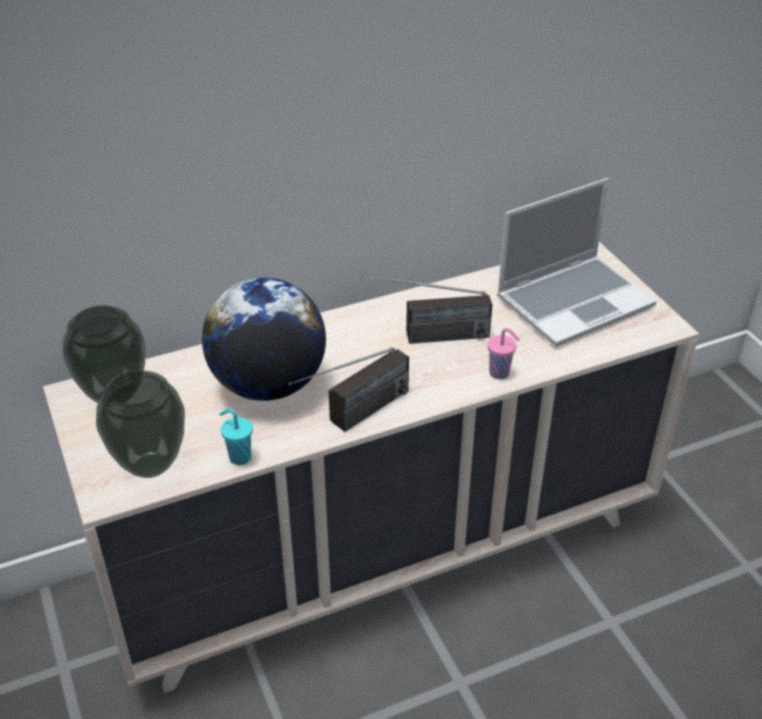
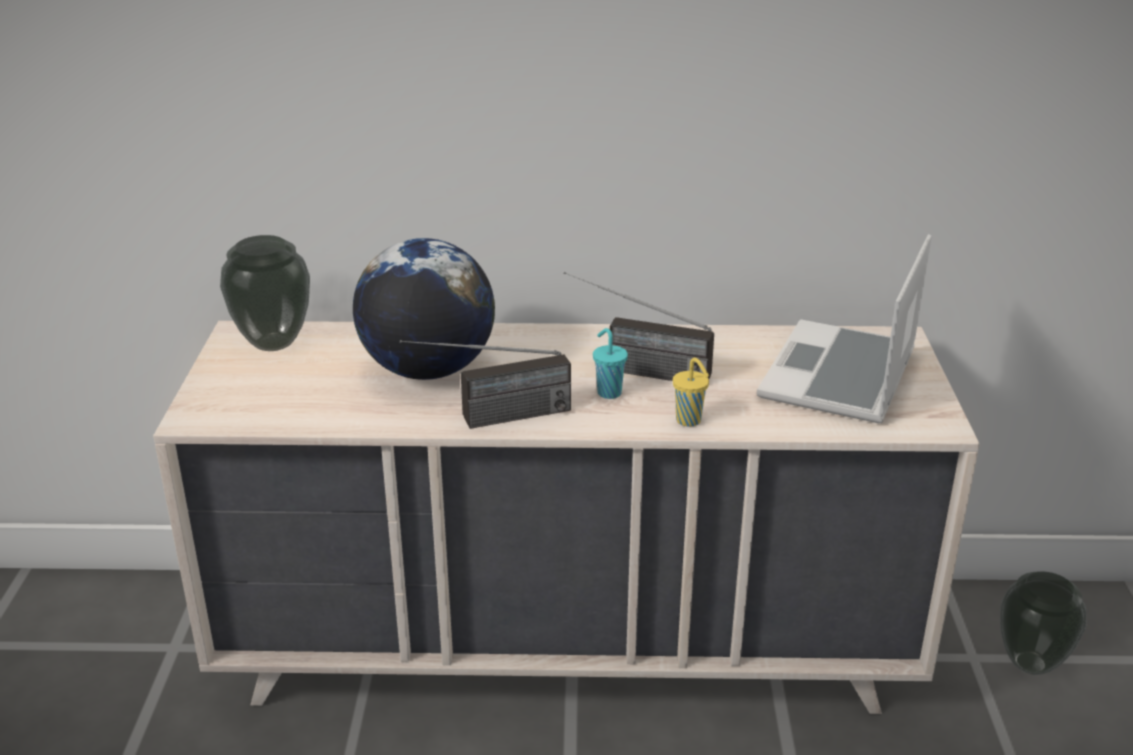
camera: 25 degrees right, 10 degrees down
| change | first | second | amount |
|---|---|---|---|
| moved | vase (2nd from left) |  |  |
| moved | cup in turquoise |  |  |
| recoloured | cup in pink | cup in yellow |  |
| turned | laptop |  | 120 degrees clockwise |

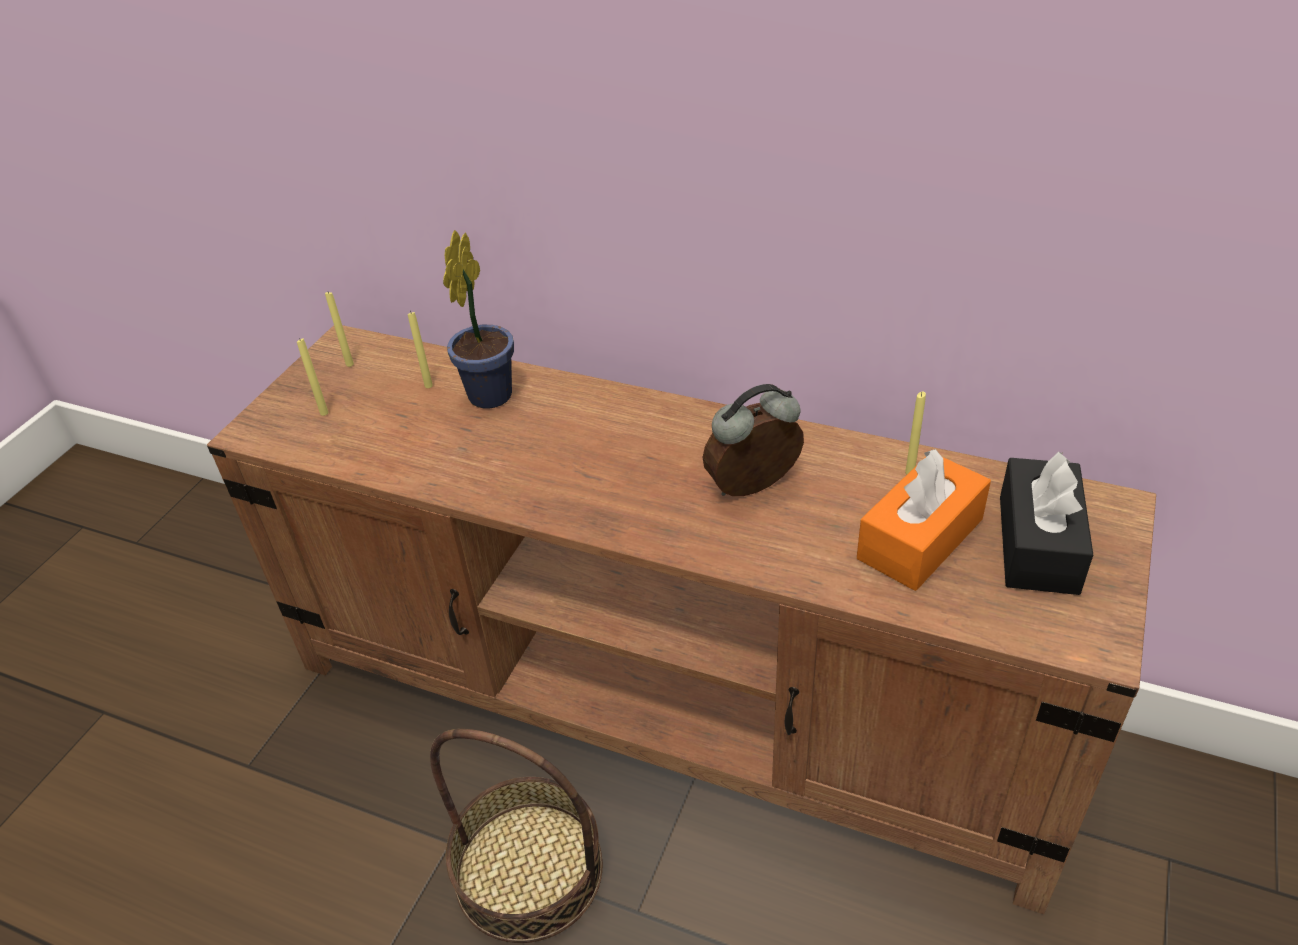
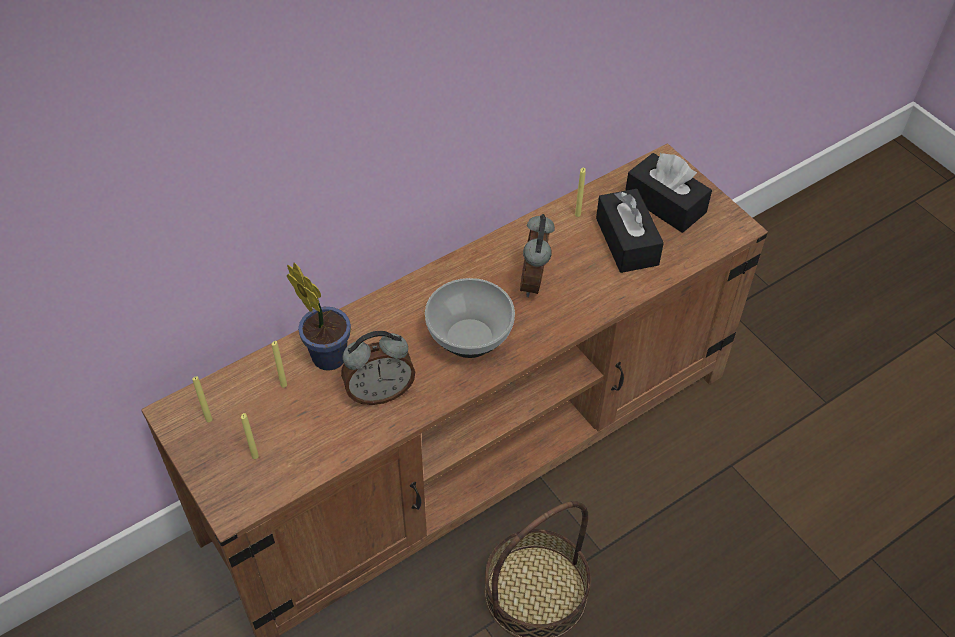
camera: 60 degrees left, 10 degrees up
| change | first | second | amount |
|---|---|---|---|
| recoloured | tissue box in orange | tissue box in black (1st from left) |  |
| added |  | alarm clock (1st from left) |  |
| added |  | bowl |  |

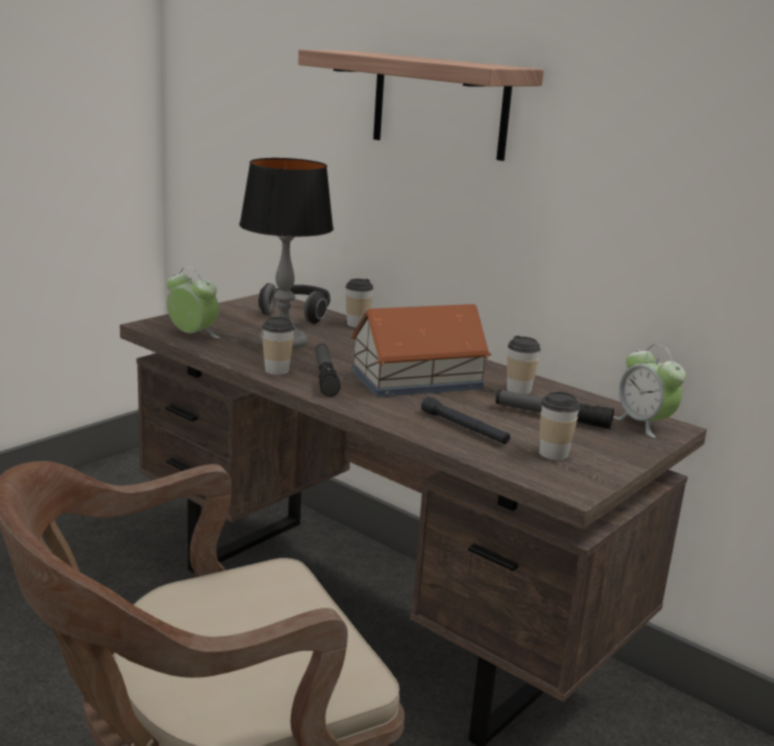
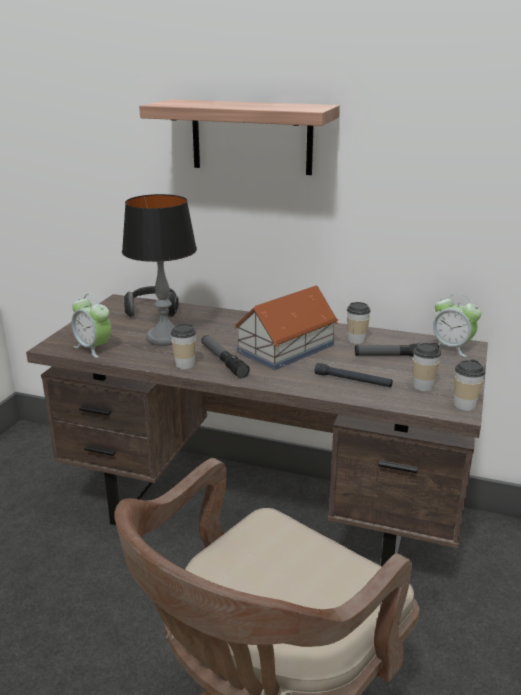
camera: 20 degrees left, 5 degrees up
| change | first | second | amount |
|---|---|---|---|
| turned | alarm clock (1st from left) |  | 150 degrees counterclockwise |
| moved | cup (2nd from left in the first image) | cup (4th from left) |  |

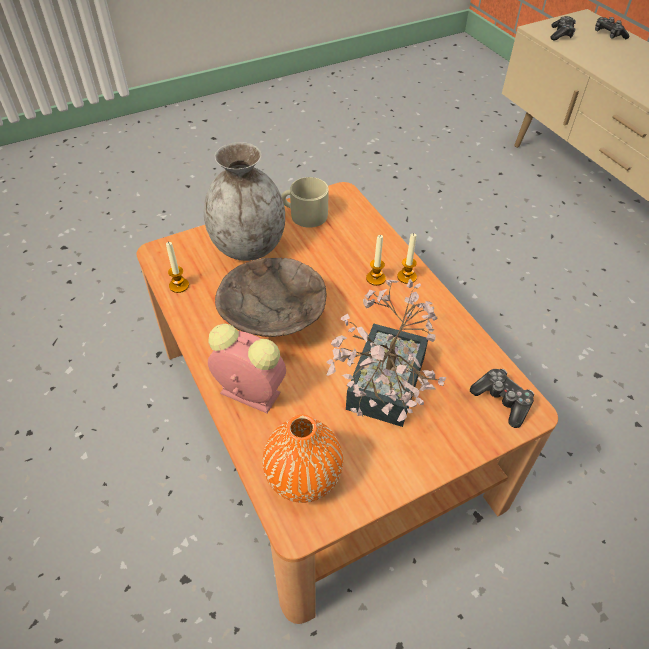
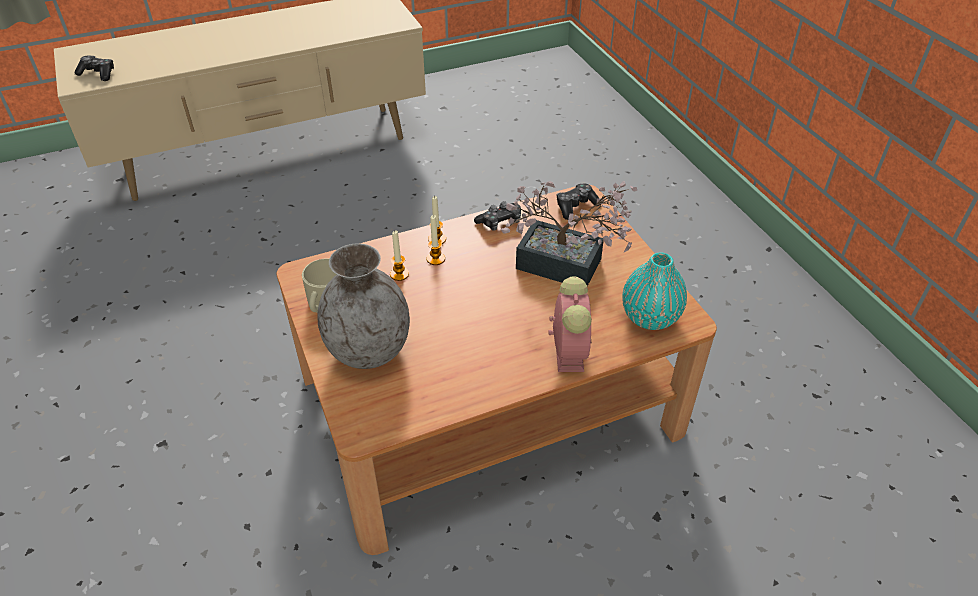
camera: 85 degrees left, 5 degrees down
| change | first | second | amount |
|---|---|---|---|
| moved | candle (1st from left) |  |  |
| turned | alarm clock |  | 150 degrees clockwise |
| removed | bowl in brown |  |  |
| recoloured | vase in orange | vase in turquoise |  |
| moved | game controller (3rd from left in the first image) | game controller (2nd from left) |  |

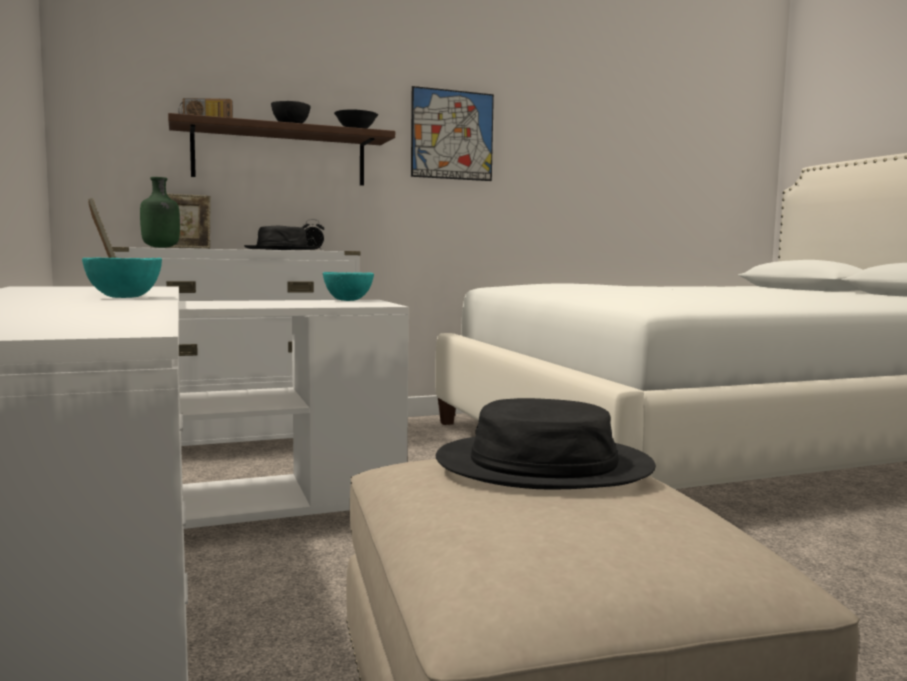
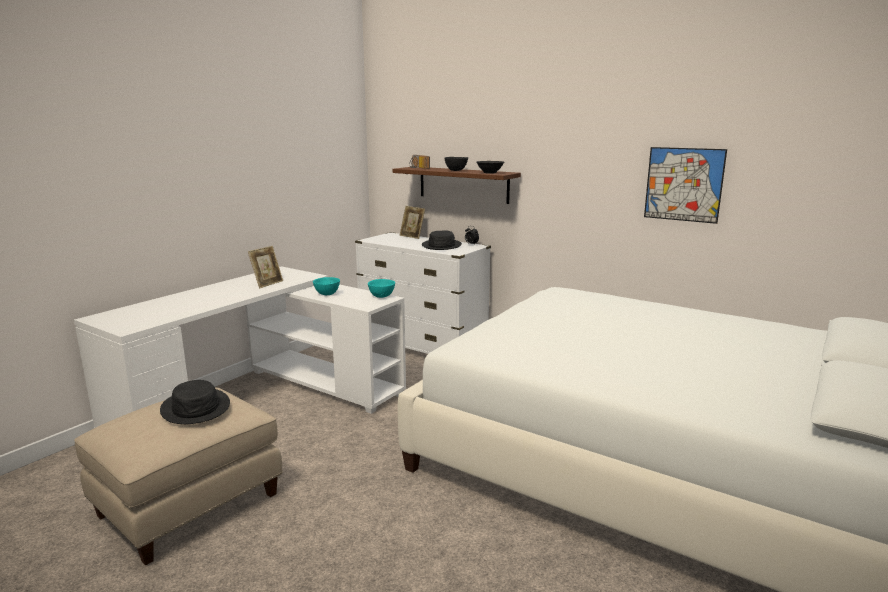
camera: 55 degrees right, 10 degrees up
| change | first | second | amount |
|---|---|---|---|
| moved | bowl in turquoise (1st from left) |  |  |
| removed | bottle in green |  |  |
| moved | picture |  |  |

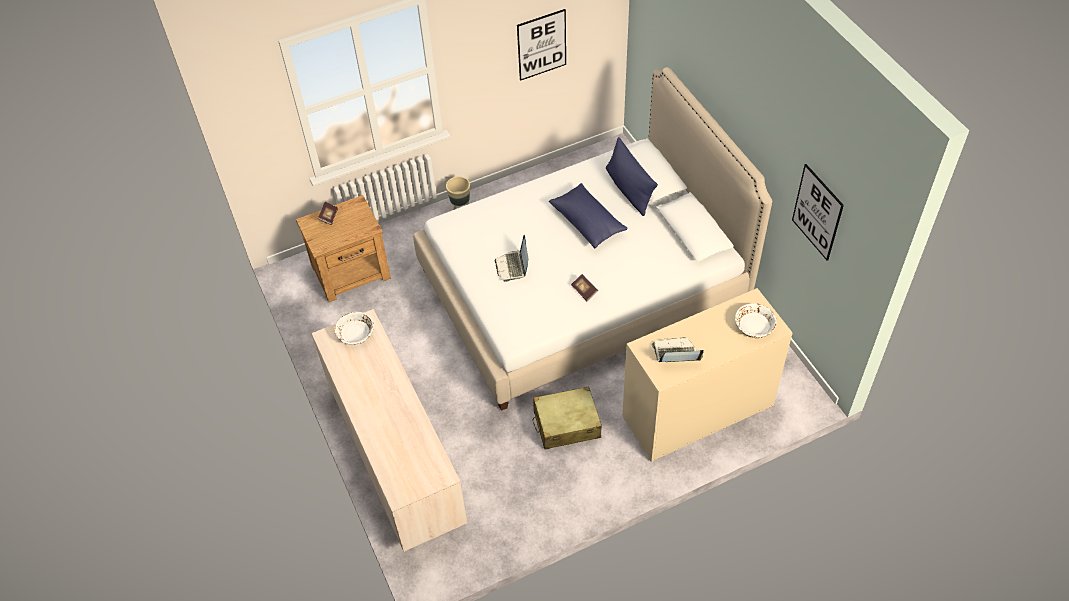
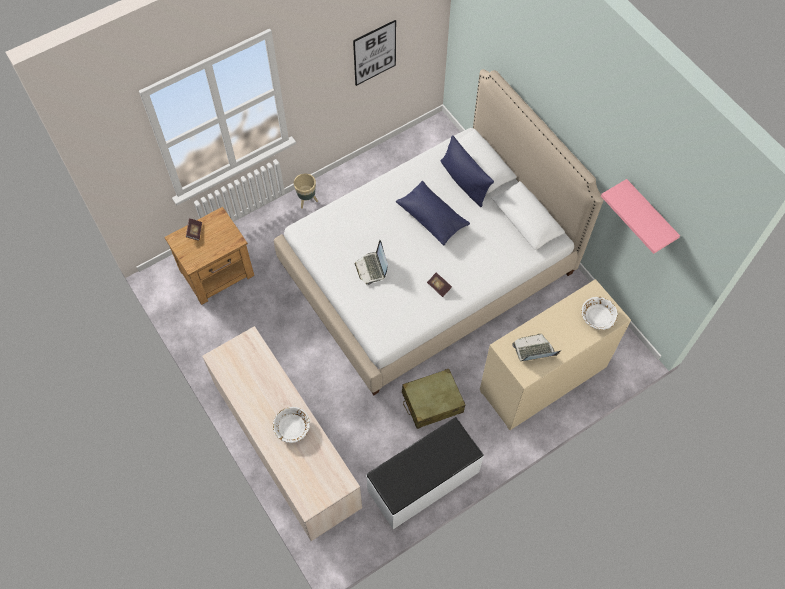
camera: 10 degrees left, 10 degrees up
| change | first | second | amount |
|---|---|---|---|
| moved | bowl in white (1st from left) |  |  |
| replaced | picture (2nd from left) | shelf in pink |  |
| added |  | bench in white |  |

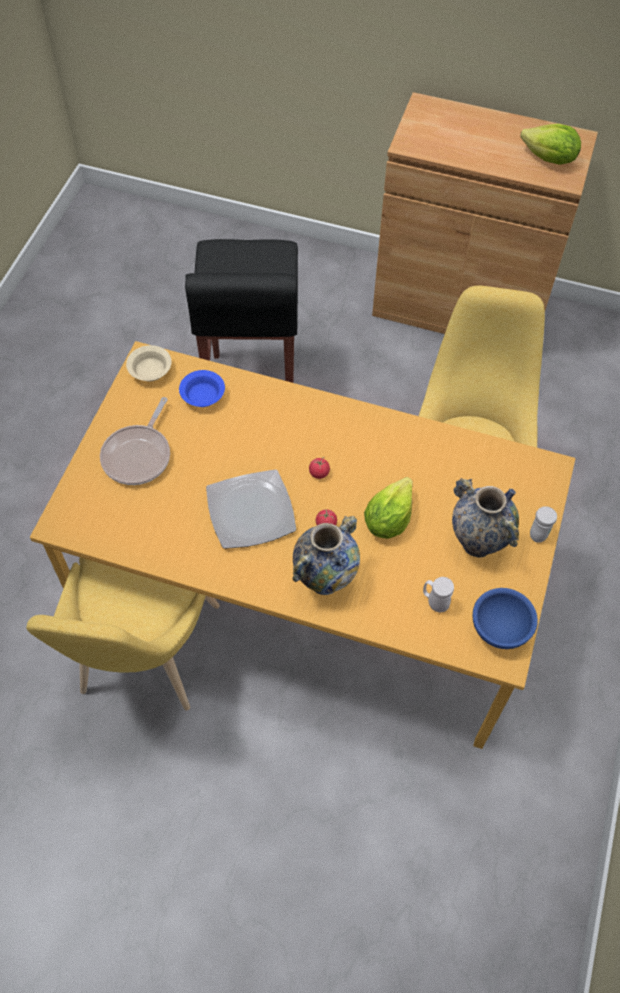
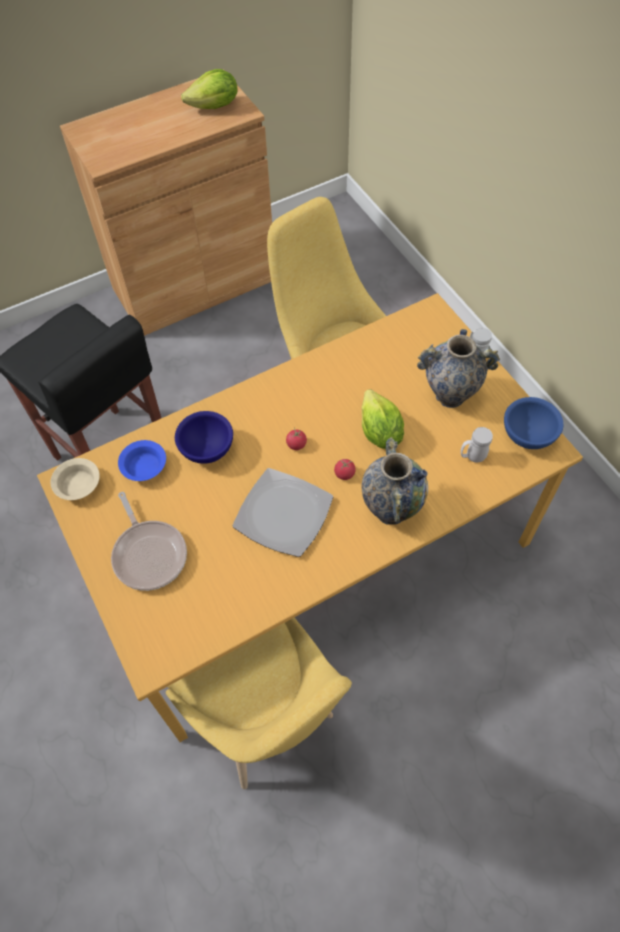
camera: 45 degrees left, 0 degrees up
| change | first | second | amount |
|---|---|---|---|
| added |  | bowl in blue (2nd from left) |  |

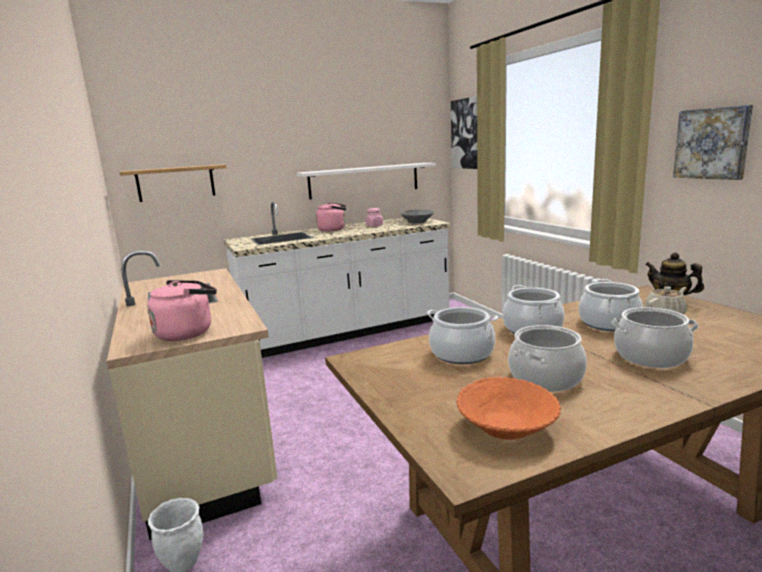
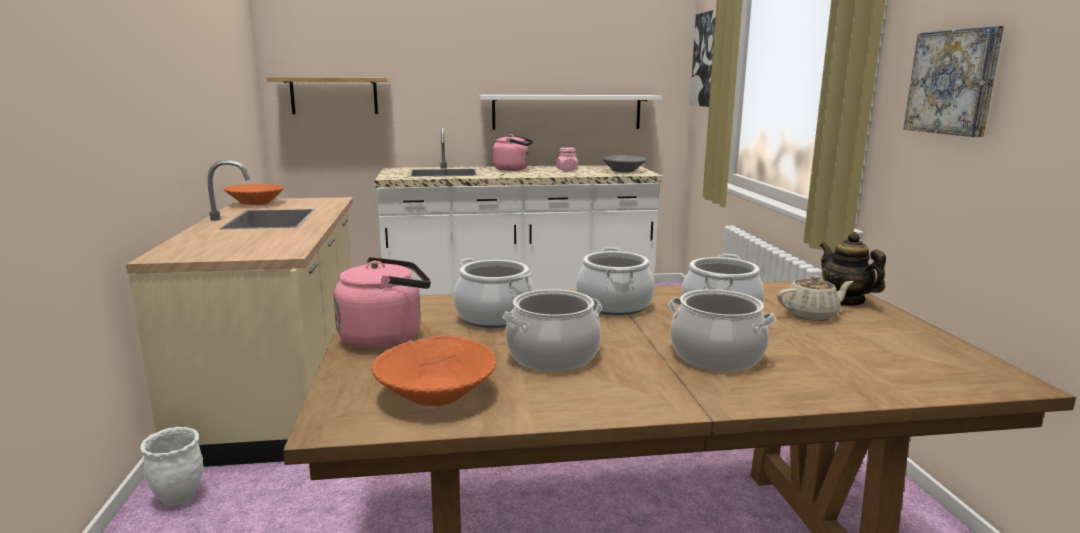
camera: 15 degrees right, 0 degrees up
| change | first | second | amount |
|---|---|---|---|
| moved | kettle in pink (1st from left) |  |  |
| added |  | bowl in orange (1st from left) |  |

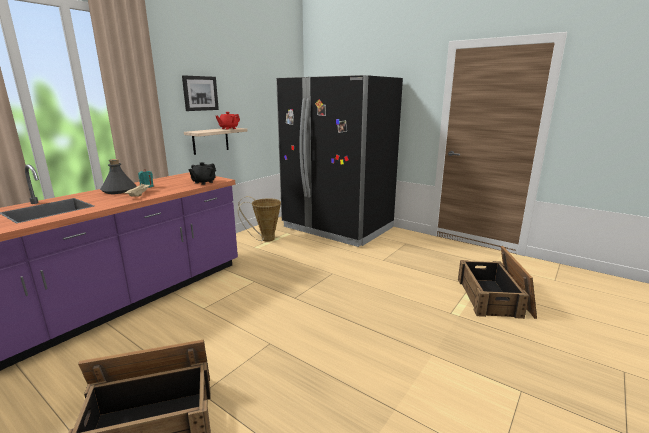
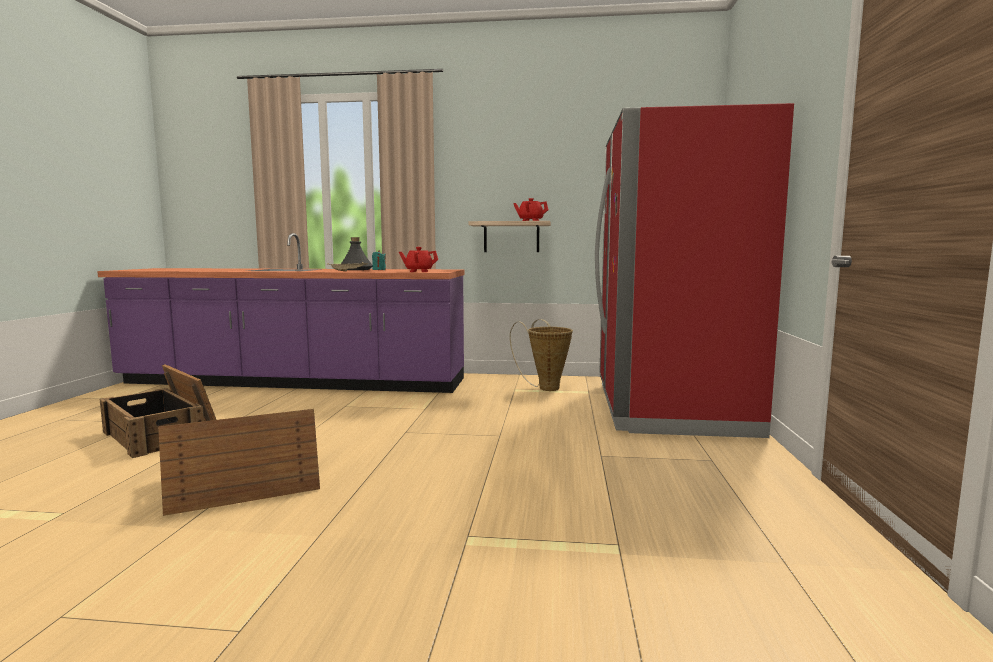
camera: 60 degrees right, 10 degrees down
| change | first | second | amount |
|---|---|---|---|
| removed | picture |  |  |
| recoloured | teapot in black | teapot in red (1st from left) |  |
| recoloured | fridge in black | fridge in red |  |
| moved | crate (2nd from left) |  |  |

